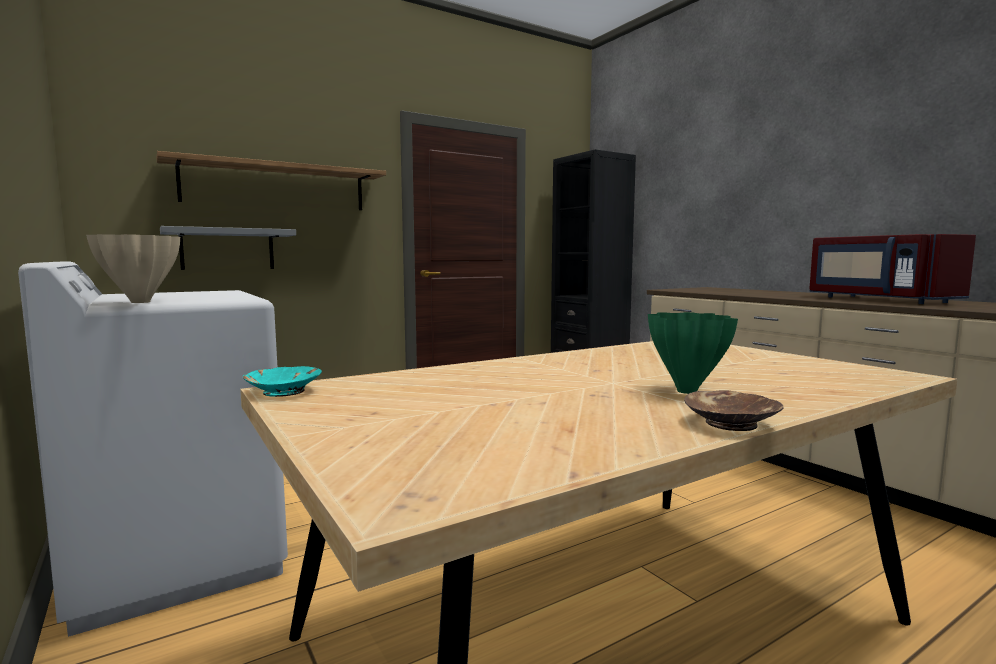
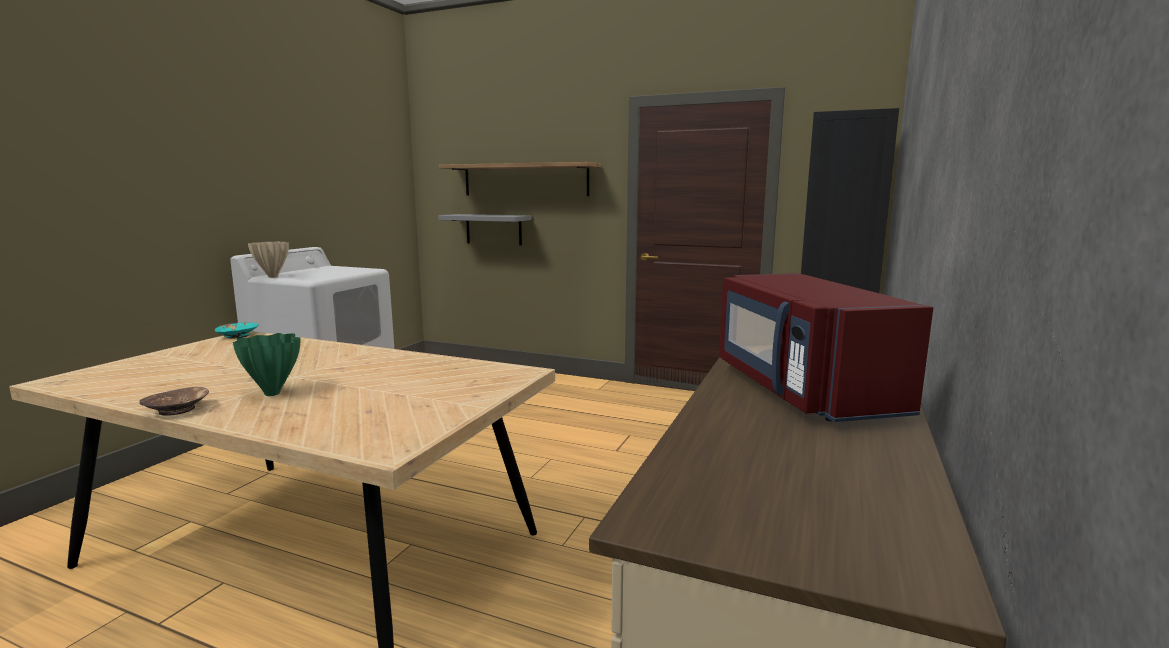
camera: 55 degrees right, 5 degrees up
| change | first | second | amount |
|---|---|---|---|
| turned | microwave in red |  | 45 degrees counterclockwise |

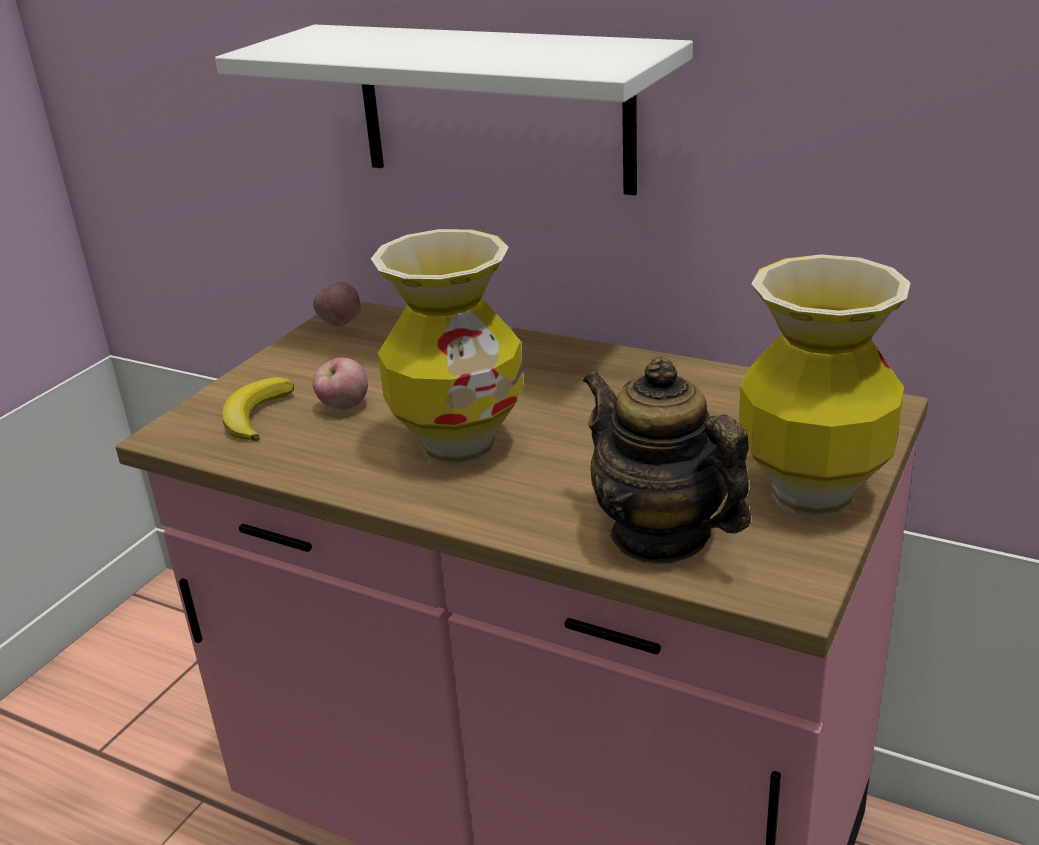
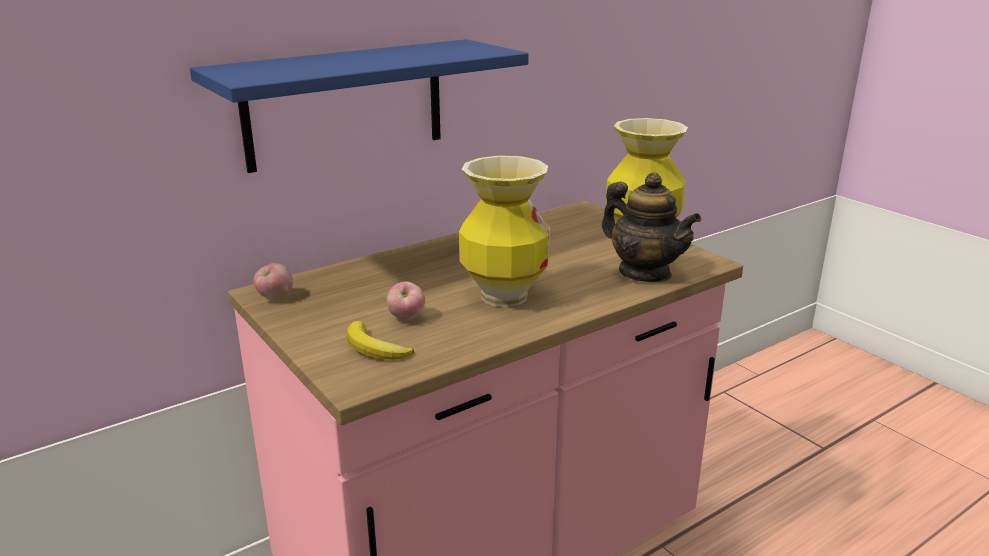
camera: 65 degrees left, 5 degrees down
| change | first | second | amount |
|---|---|---|---|
| recoloured | shelf in white | shelf in blue |  |
| turned | teapot |  | 120 degrees counterclockwise |

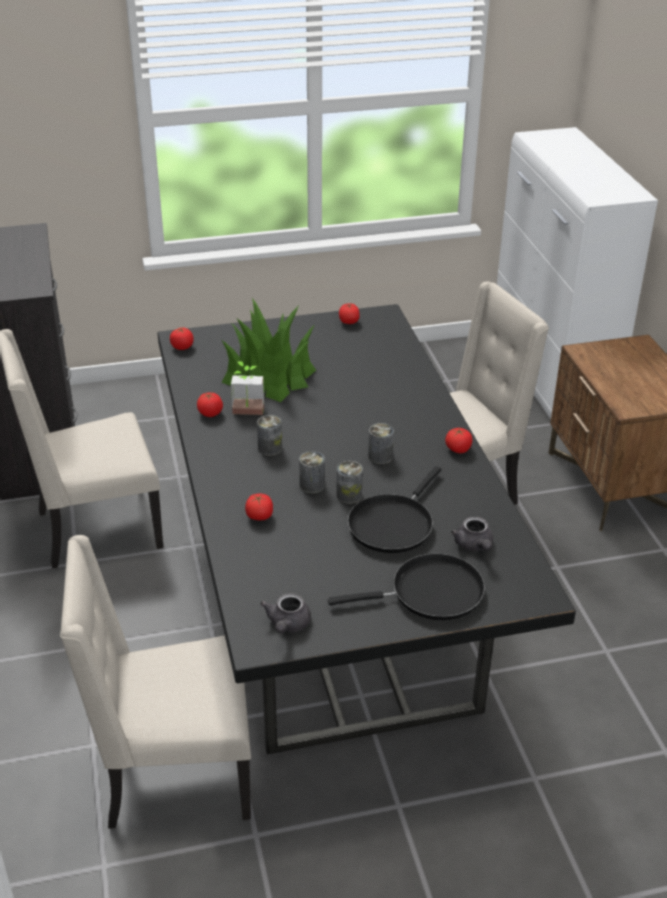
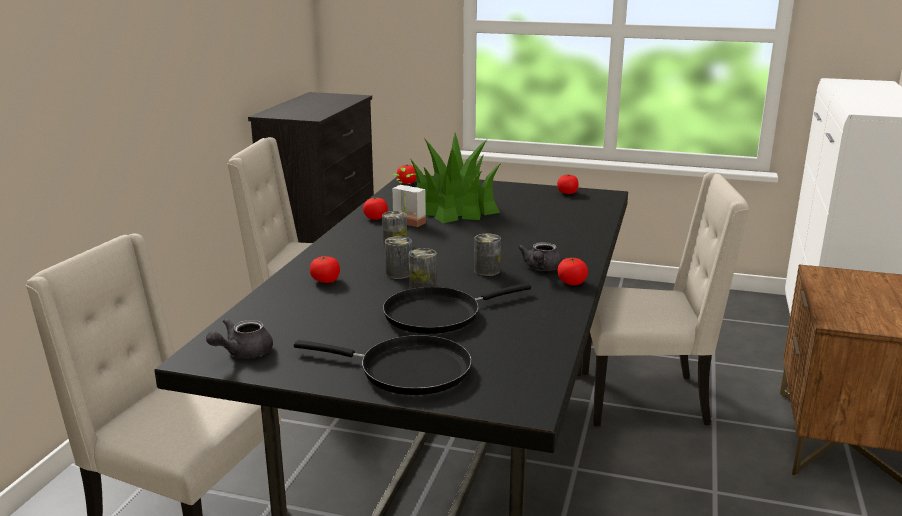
camera: 30 degrees right, 15 degrees down
| change | first | second | amount |
|---|---|---|---|
| moved | teapot in grey (2nd from left) |  |  |

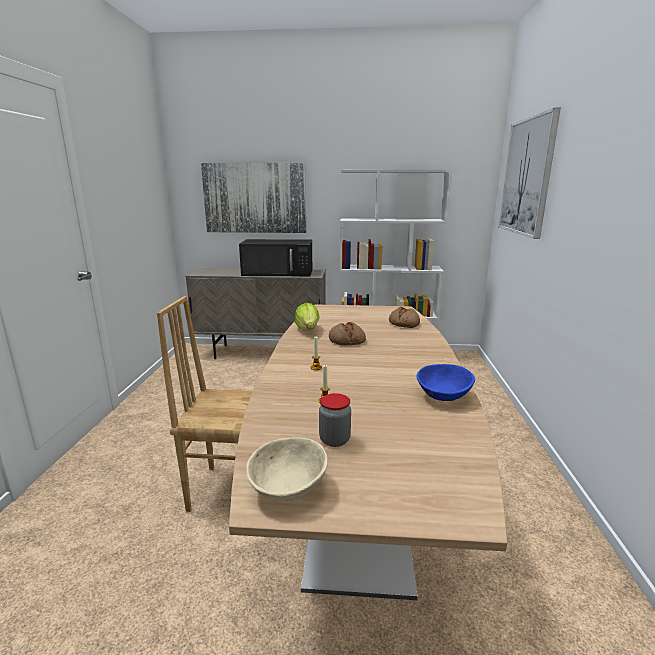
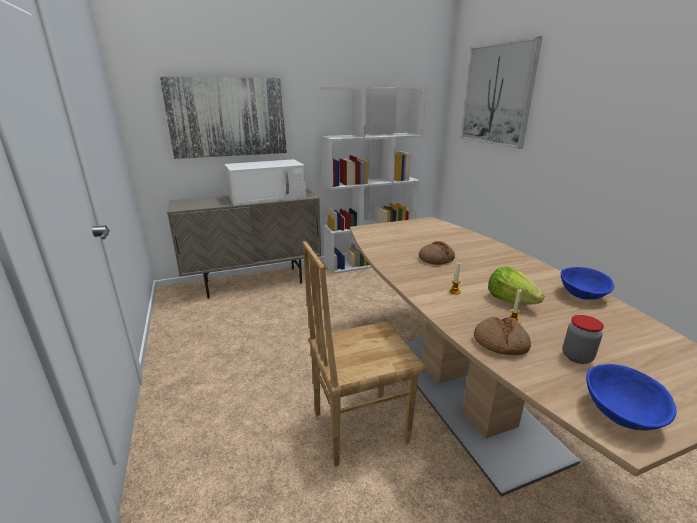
camera: 25 degrees left, 5 degrees up
| change | first | second | amount |
|---|---|---|---|
| recoloured | microwave in black | microwave in white |  |
| recoloured | bowl in beige | bowl in blue (2nd from left) |  |
| moved | lettuce |  |  |
| moved | bread (2nd from left) |  |  |

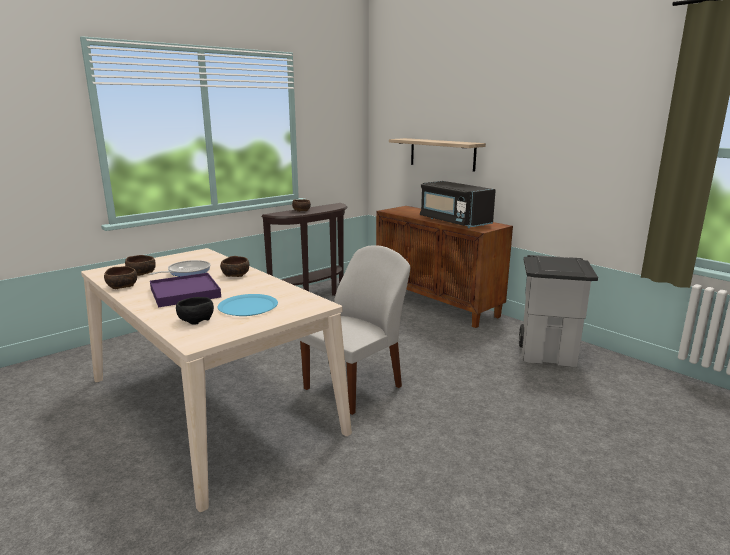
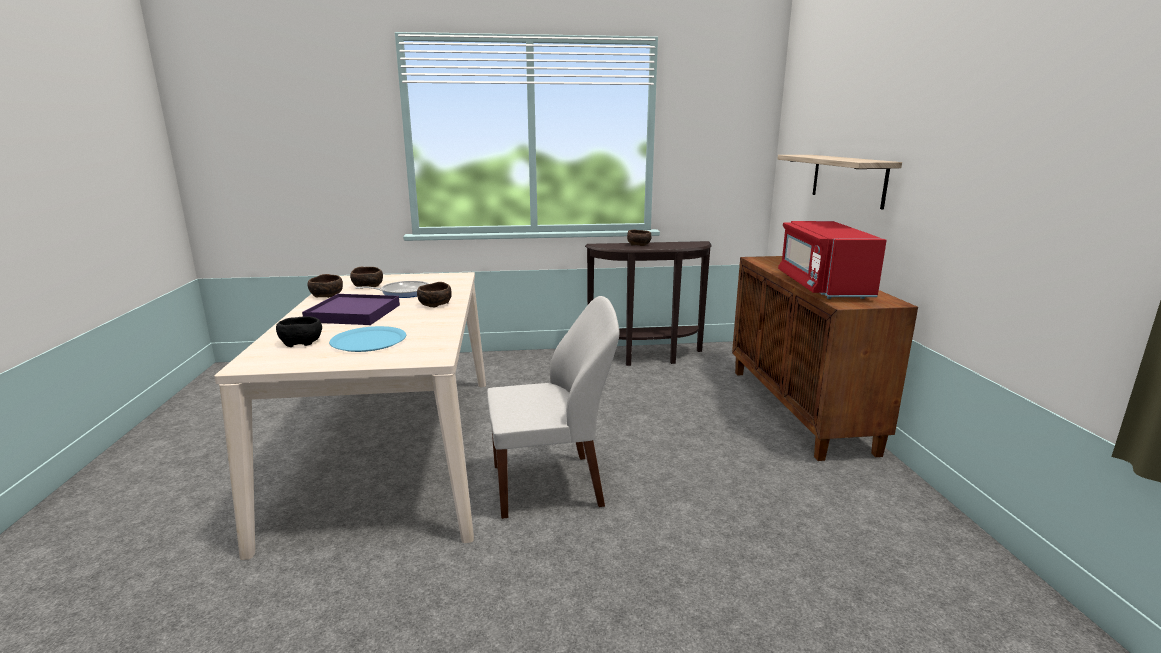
camera: 35 degrees right, 0 degrees up
| change | first | second | amount |
|---|---|---|---|
| recoloured | microwave in black | microwave in red |  |
| removed | trash can in grey |  |  |

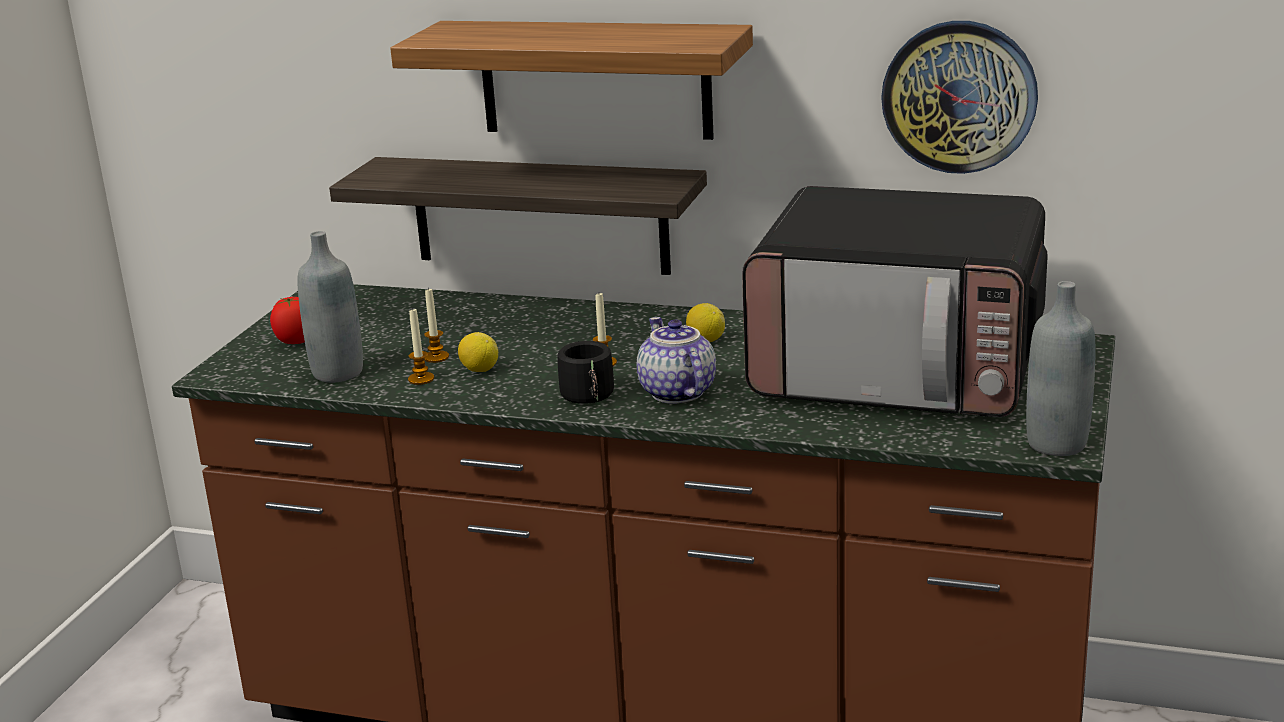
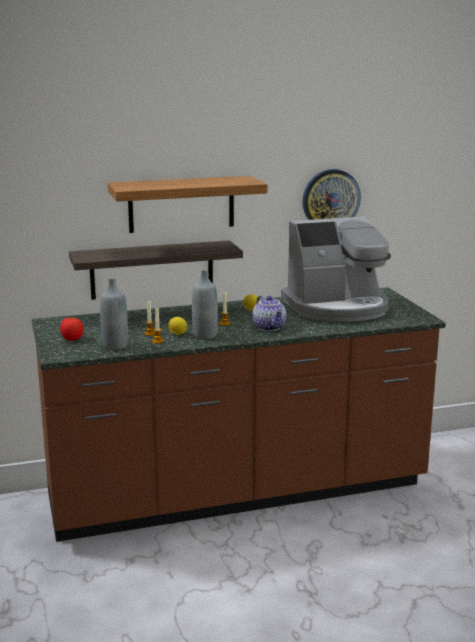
camera: 35 degrees left, 5 degrees down
| change | first | second | amount |
|---|---|---|---|
| removed | mug in black |  |  |
| turned | teapot |  | 150 degrees counterclockwise |
| replaced | microwave | coffee machine |  |
| moved | bottle in grey (2nd from left) |  |  |

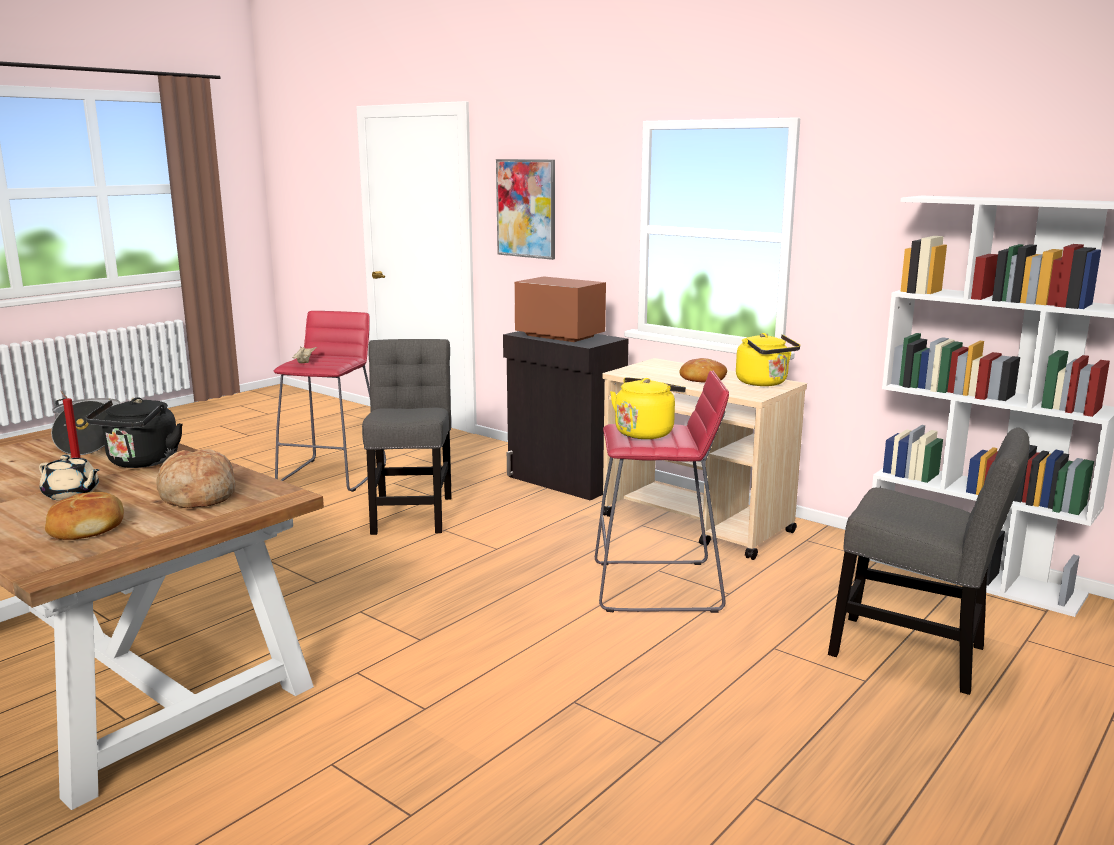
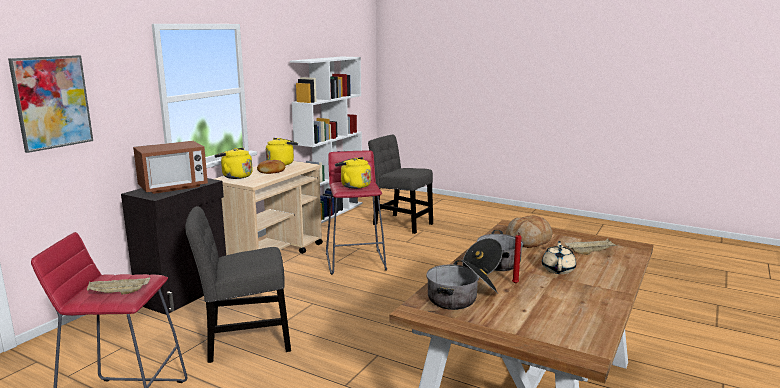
camera: 100 degrees left, 0 degrees up
| change | first | second | amount |
|---|---|---|---|
| replaced | bread (1st from left) | tray in beige (2nd from left) |  |
| replaced | kettle in black | cooking pot (2nd from left) |  |
| turned | microwave |  | 150 degrees counterclockwise |
| turned | chair in grey (2nd from left) |  | 75 degrees counterclockwise |
| added |  | kettle in yellow (1st from left) |  |

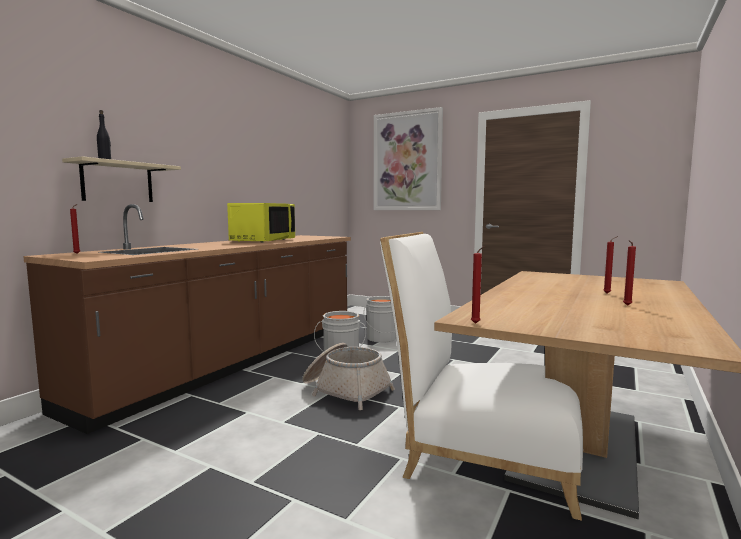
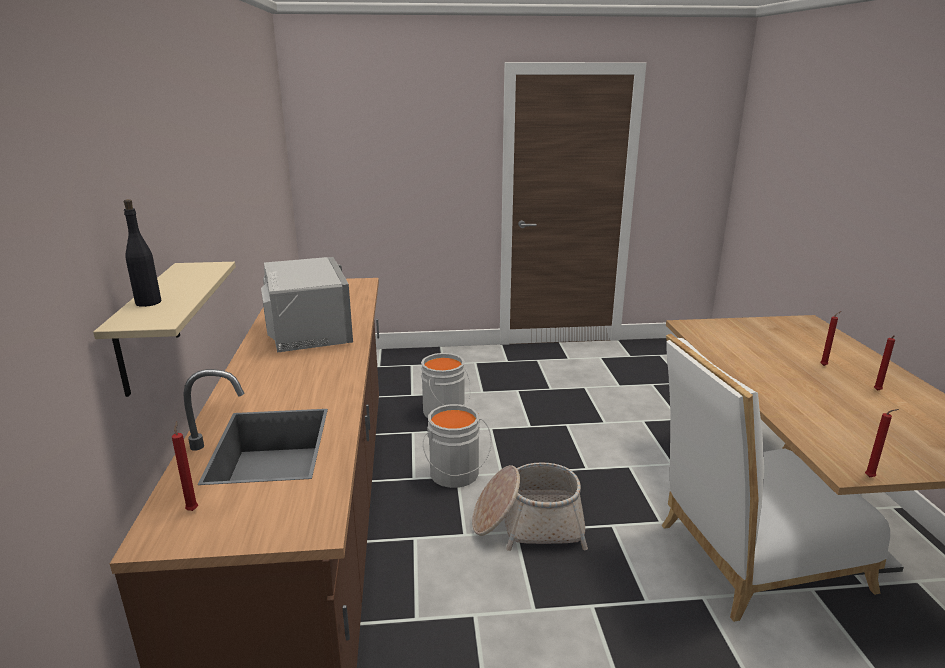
camera: 35 degrees left, 15 degrees up
| change | first | second | amount |
|---|---|---|---|
| recoloured | microwave in yellow | microwave in grey |  |
| removed | picture |  |  |

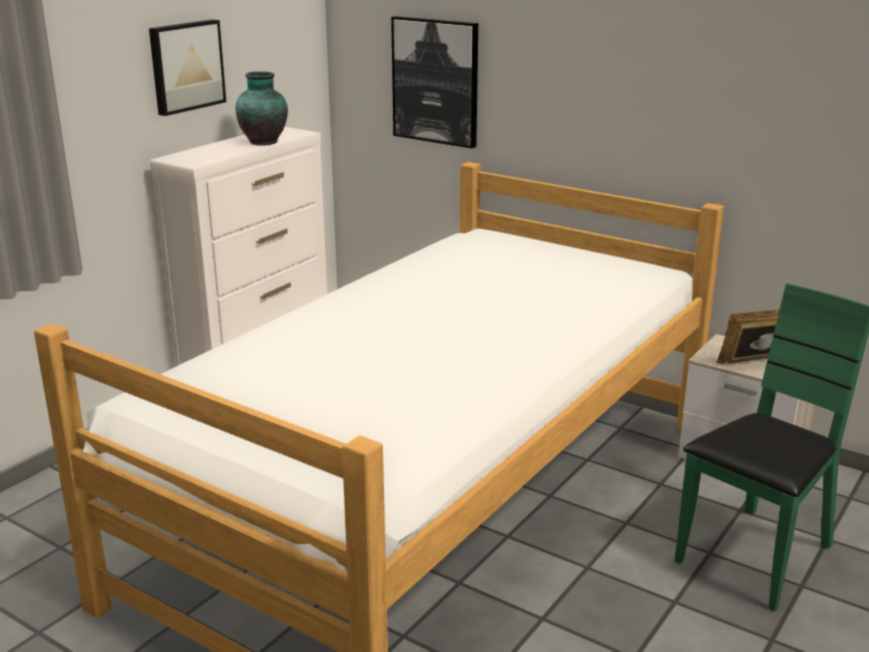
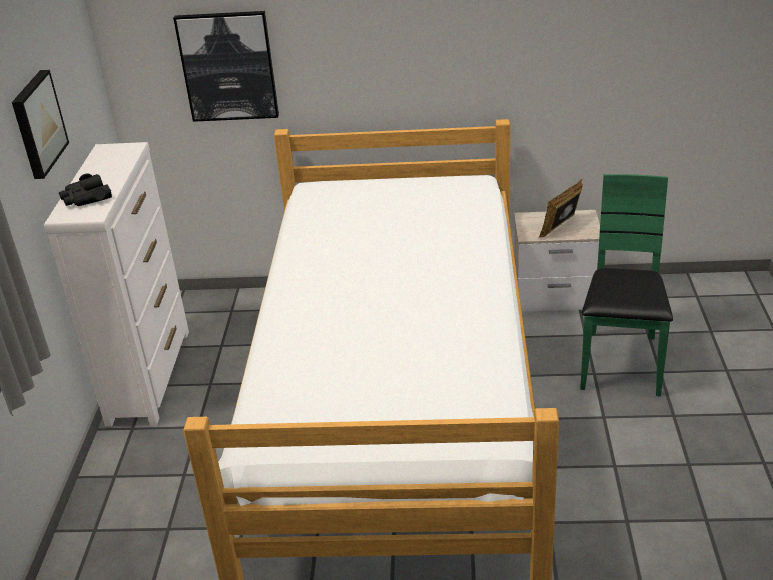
camera: 30 degrees left, 10 degrees up
| change | first | second | amount |
|---|---|---|---|
| removed | vase |  |  |
| added |  | binoculars in black |  |

